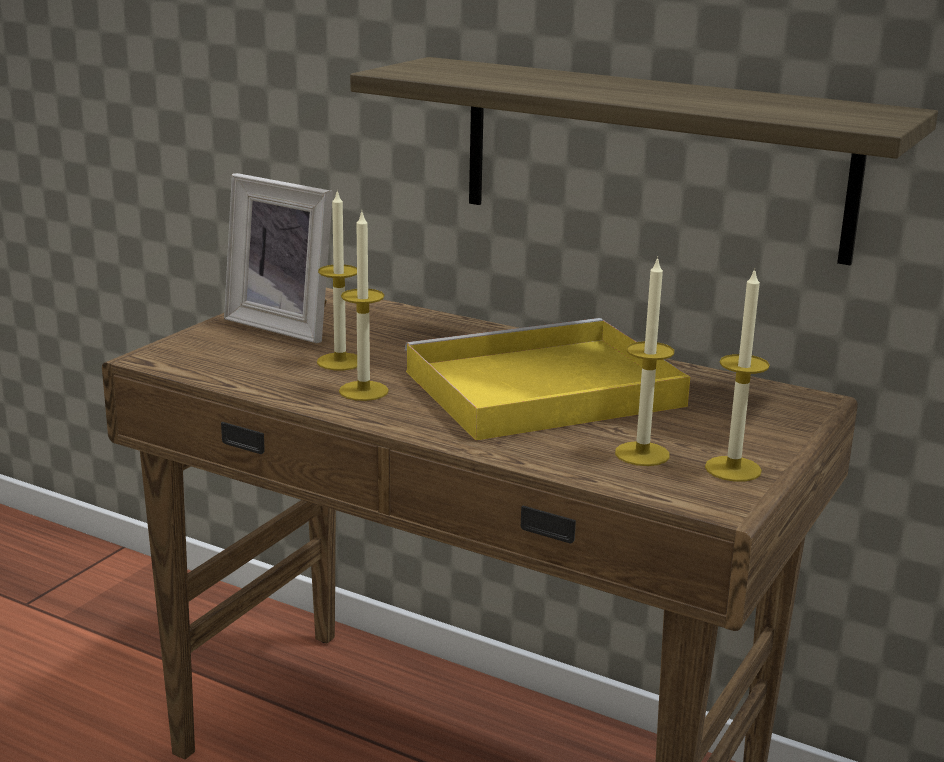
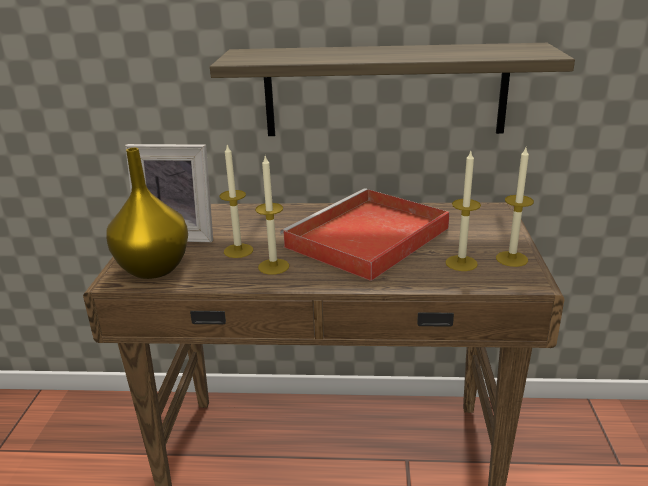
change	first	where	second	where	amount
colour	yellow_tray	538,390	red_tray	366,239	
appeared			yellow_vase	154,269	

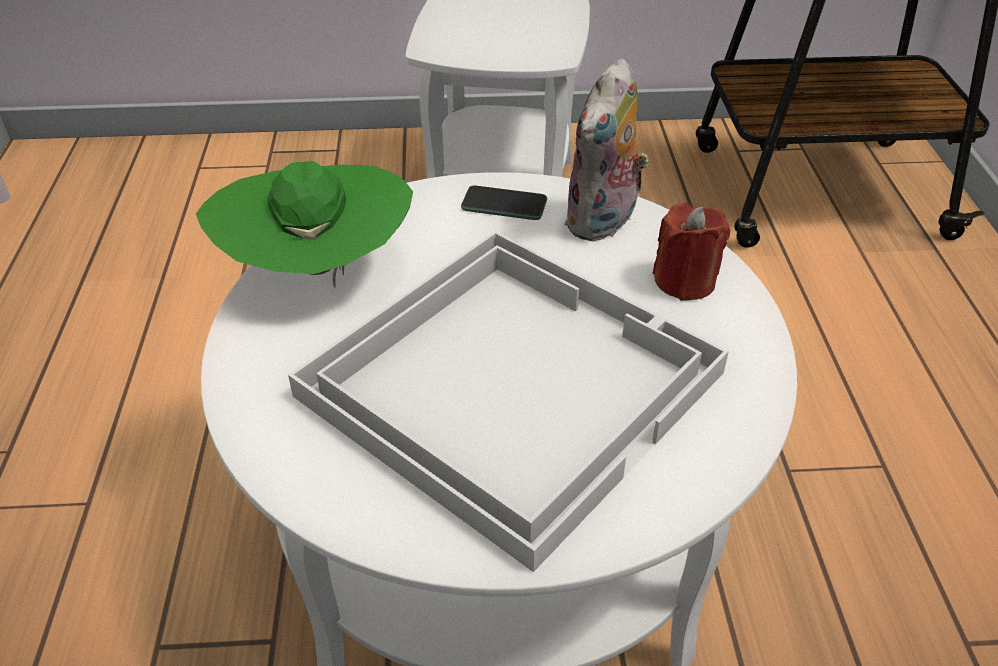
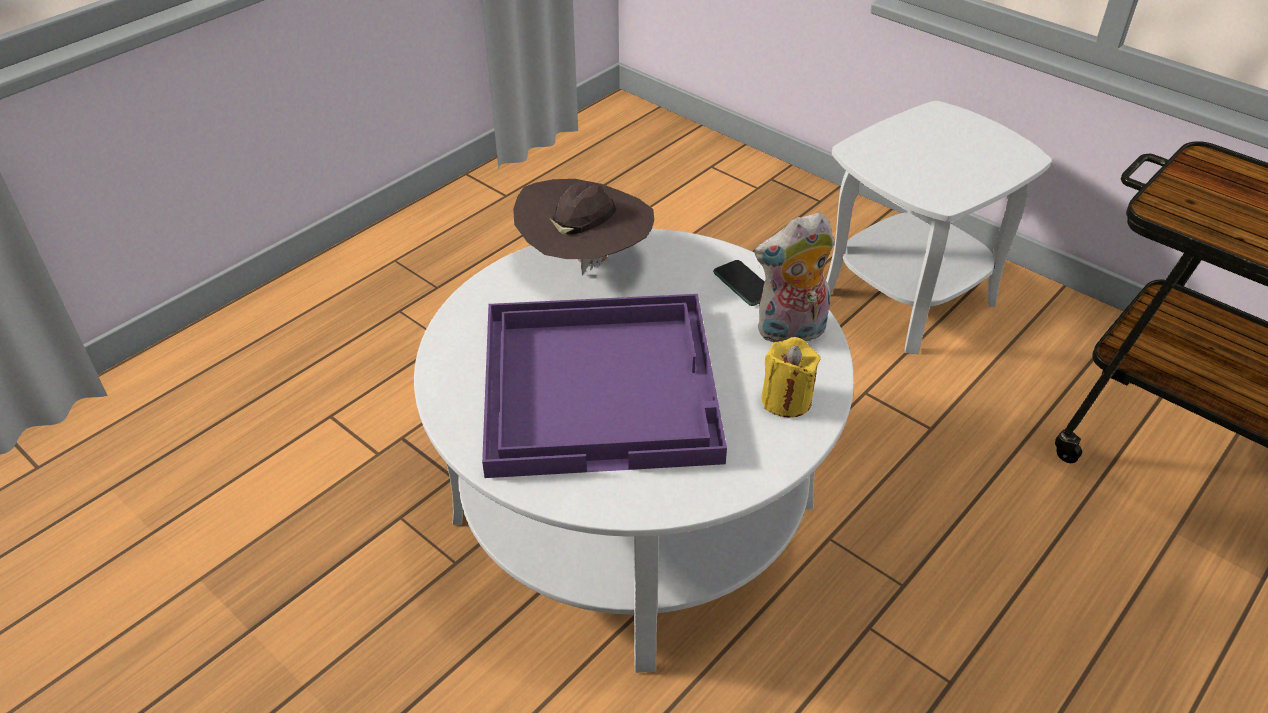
change	first	where	second	where	amount
colour	green_hat	318,272	brown_hat	586,261	
colour	red_candle	685,281	yellow_candle	786,400	
colour	white_tray	510,381	purple_tray	601,385	

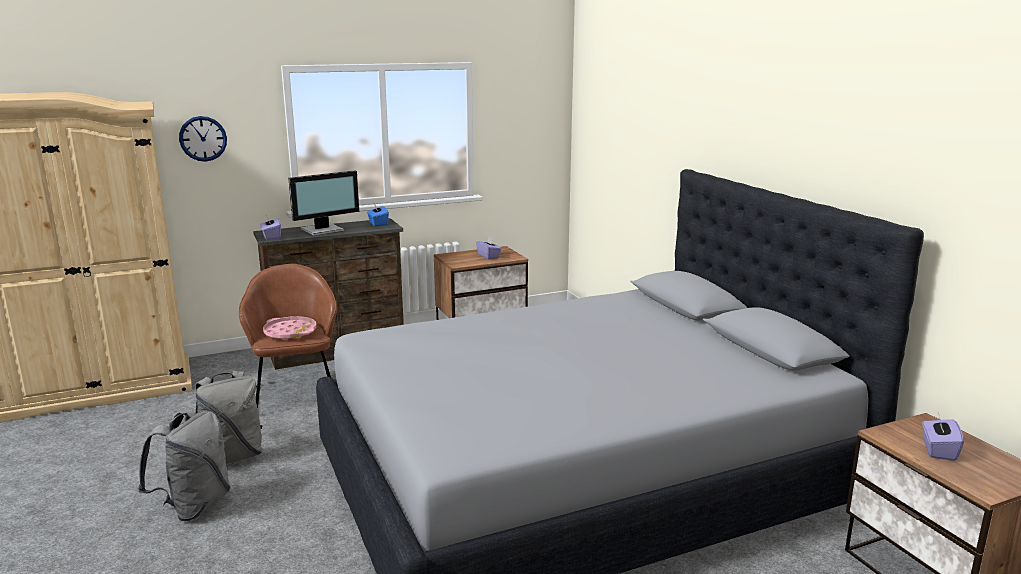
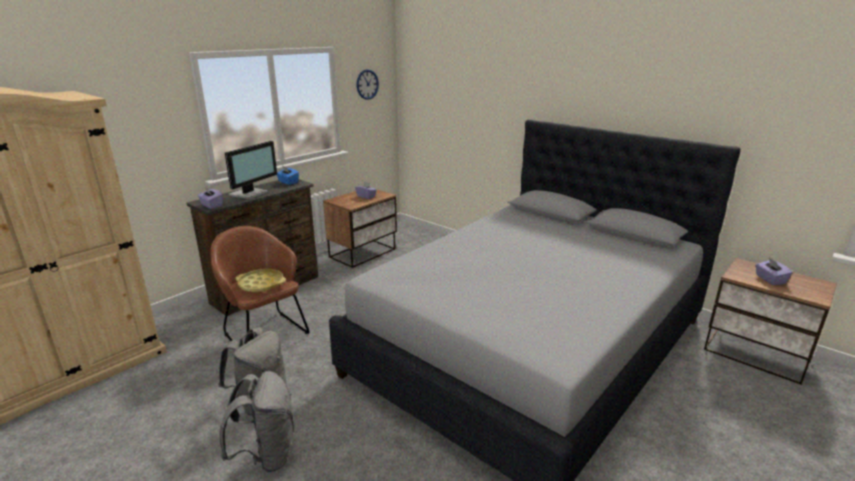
change	first	where	second	where	amount
relocated	wall_clock	203,138		367,84	
colour	pink_tray	290,332	yellow_tray	261,284	

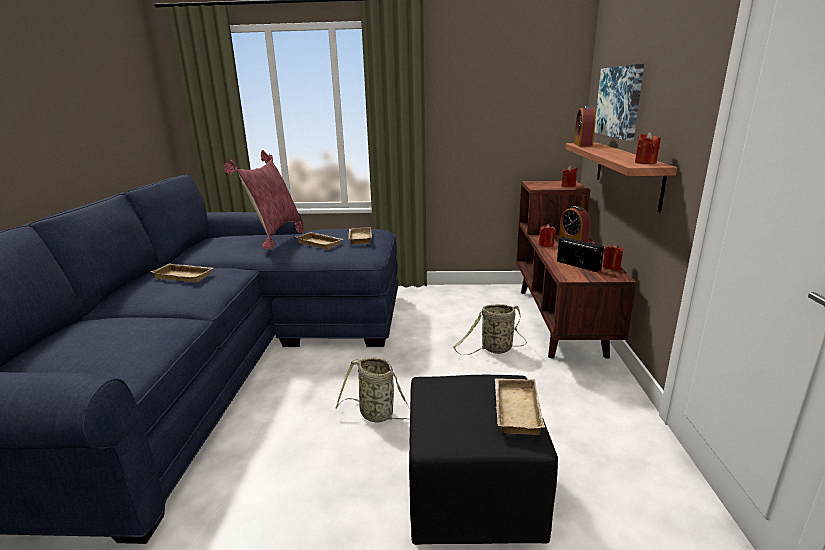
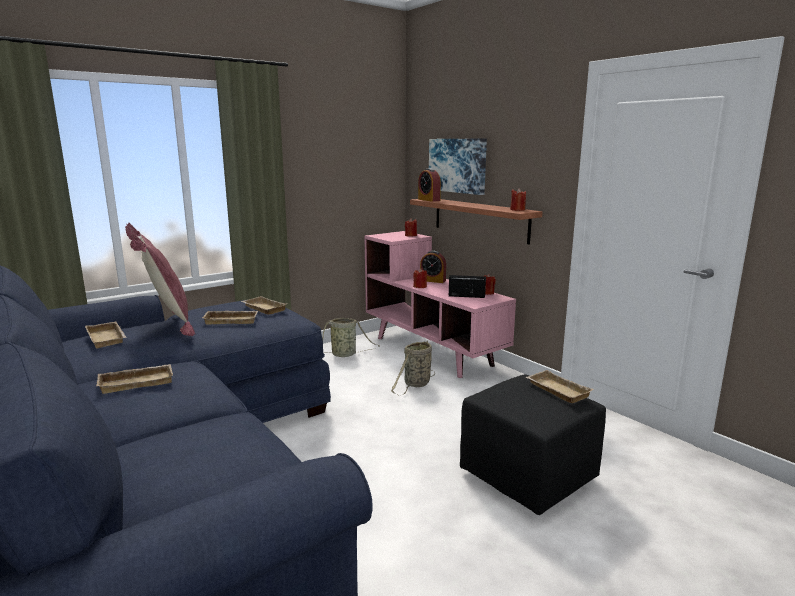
change	first	where	second	where	amount
colour	brown_tv_stand	560,320	pink_tv_stand	433,351	
relocated	basket	379,415		345,354	
appeared			beige_tray	108,338	

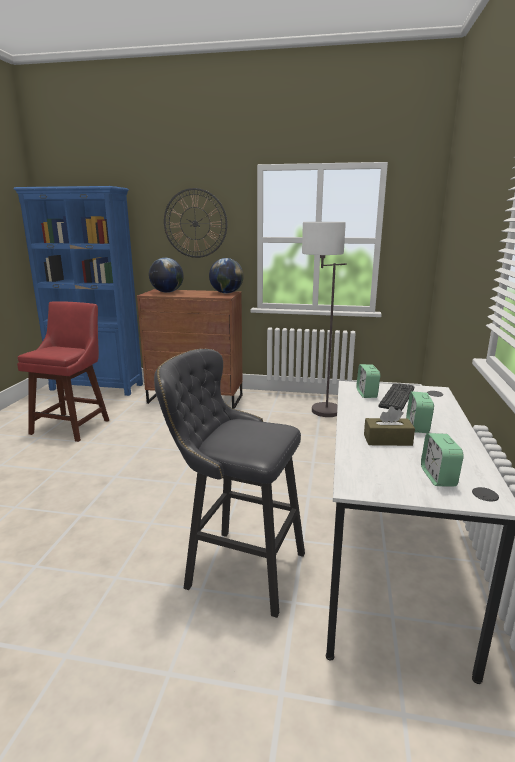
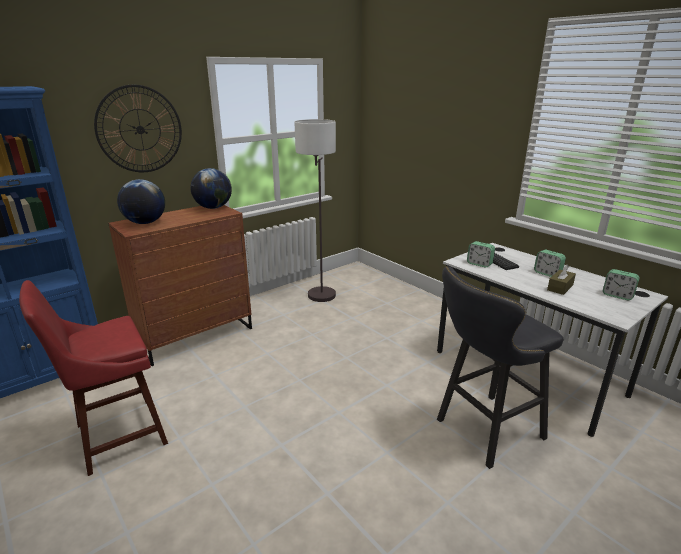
change	first	where	second	where	amount
spun	red_chair	73,425		115,435	90 degrees counterclockwise

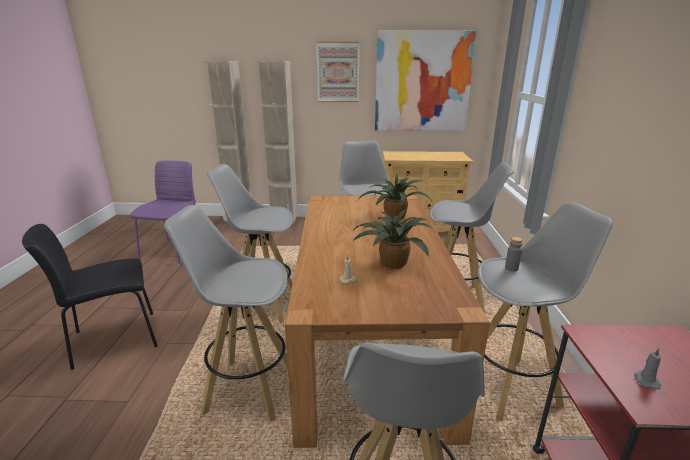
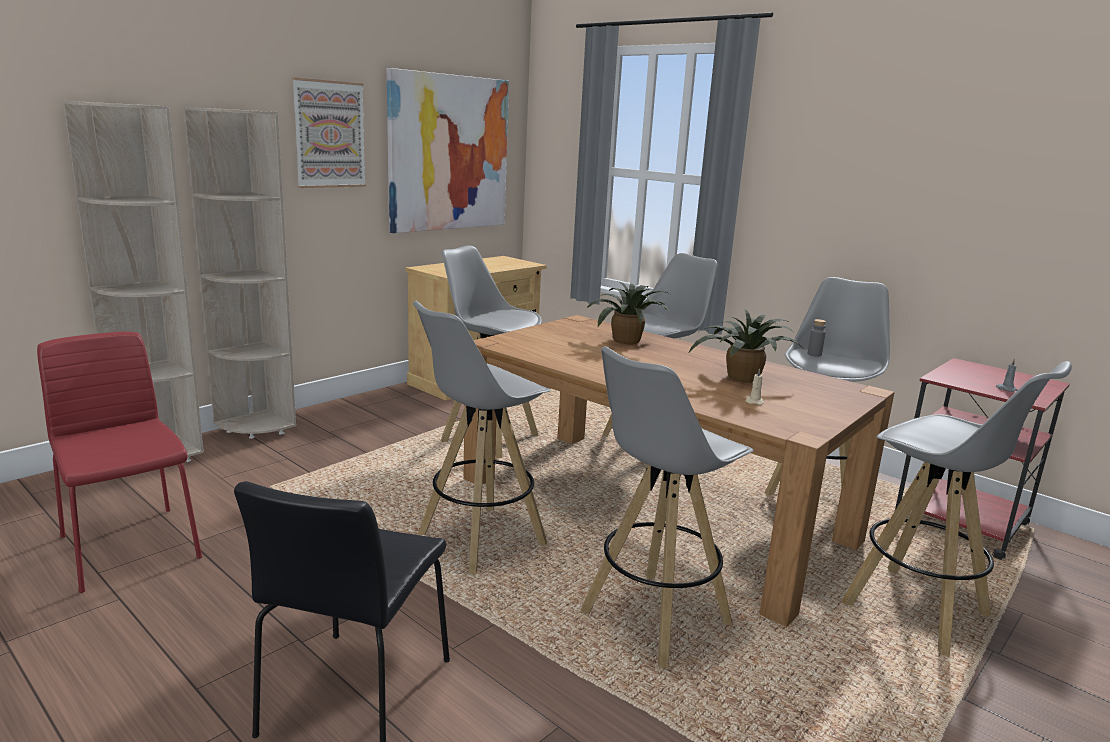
change	first	where	second	where	amount
colour	purple_chair	174,249	red_chair	128,544	

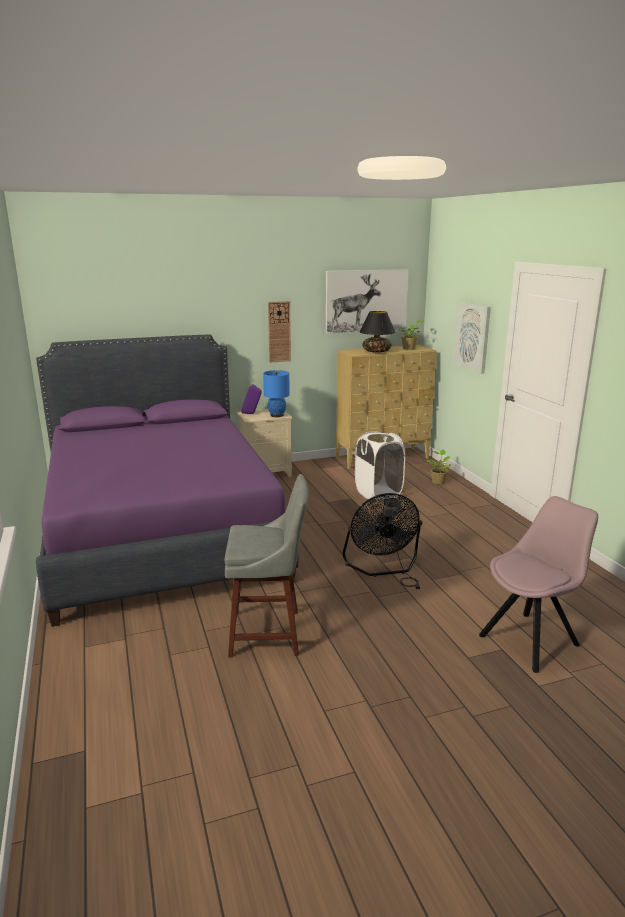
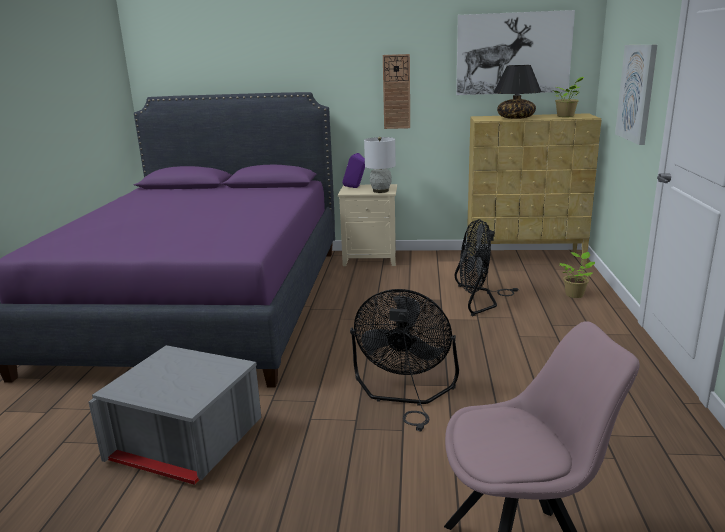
change	first	where	second	where	amount
colour	blue_table_lamp	277,415	white_table_lamp	380,191	
exchanged	white_laundry_basket	378,493	black_fan	480,298	
exchanged	grey_chair	270,633	grey_storage_box	186,444	

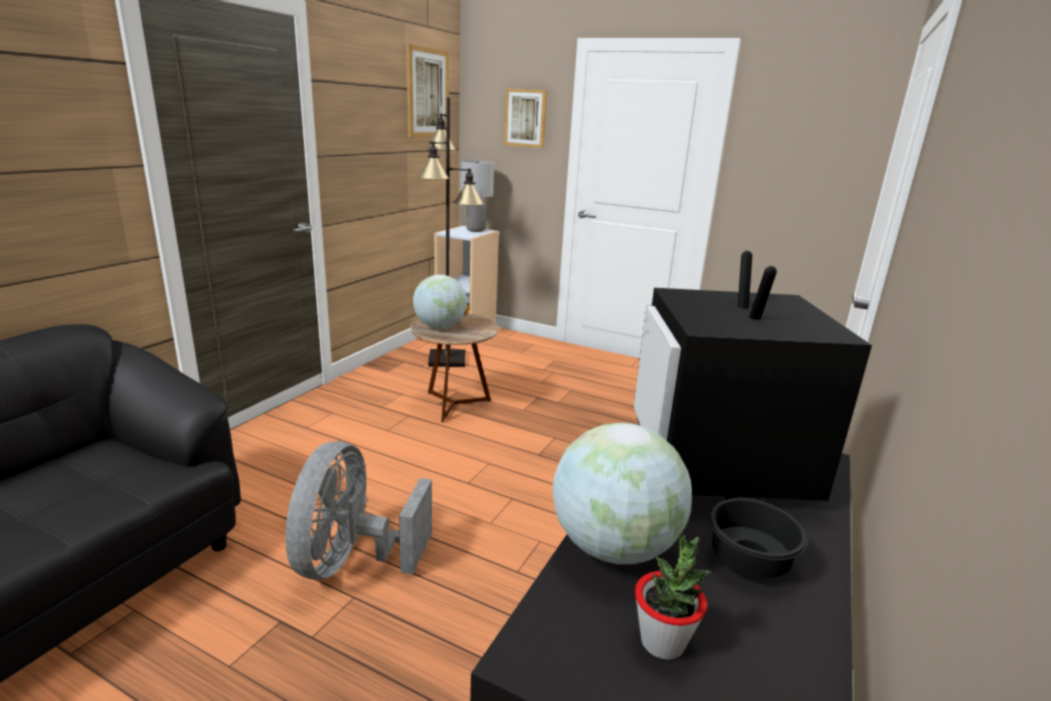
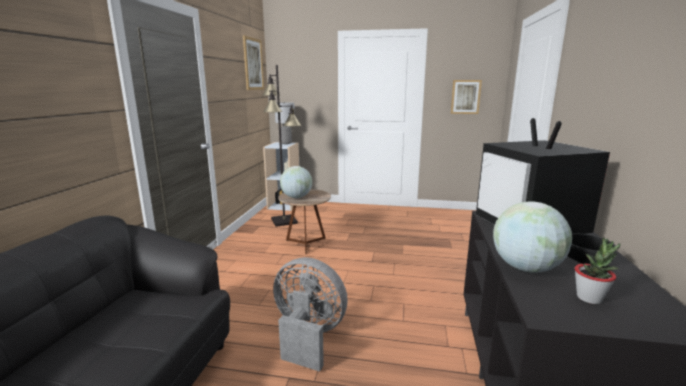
change	first	where	second	where	amount
relocated	picture	525,118		465,97	
spun	grey_fan	352,561		308,336	120 degrees clockwise

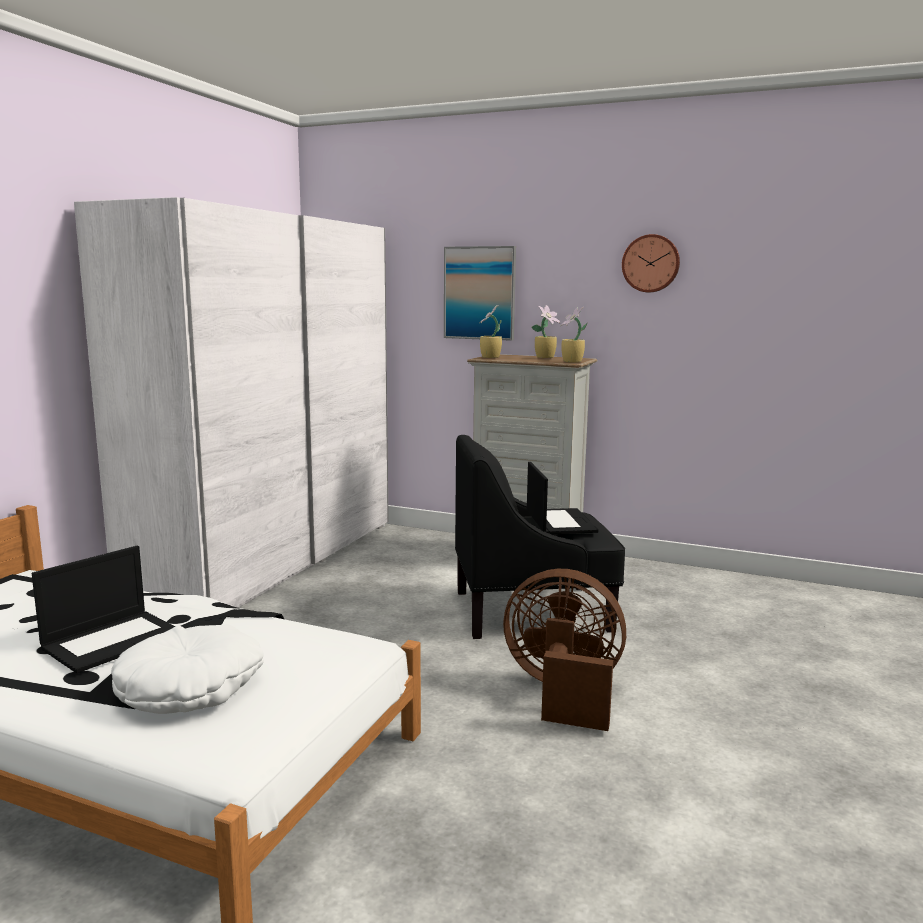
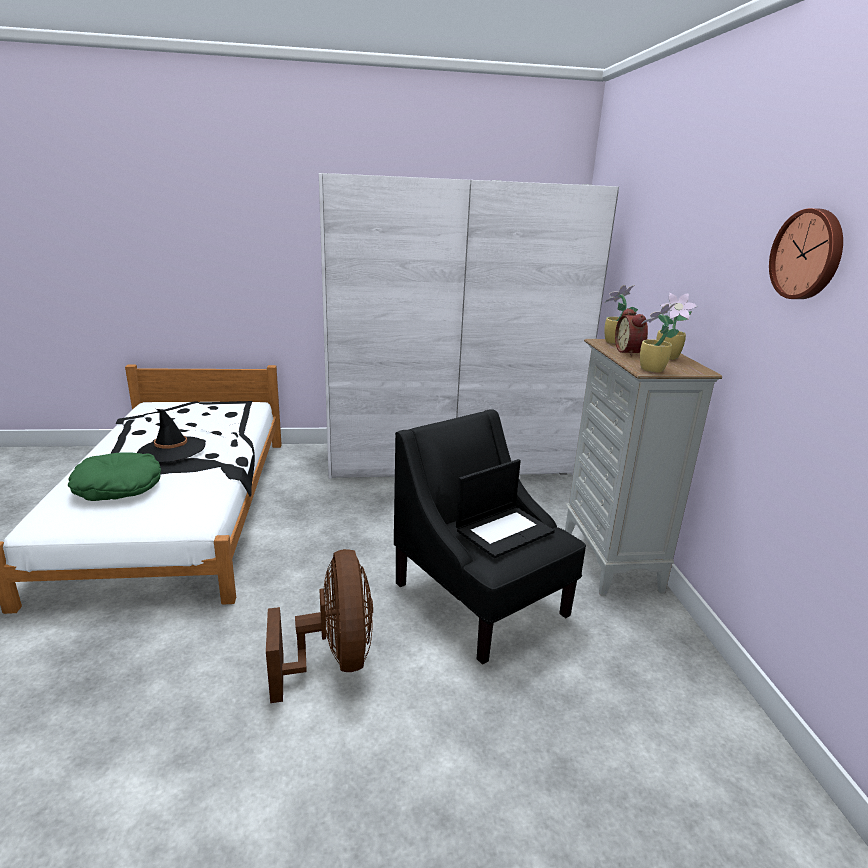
change	first	where	second	where	amount
missing	picture	480,293			
exchanged	laptop	113,640	black_hat	171,450	
colour	white_pillow	187,688	green_pillow	119,487	
appeared			alarm_clock	630,352	

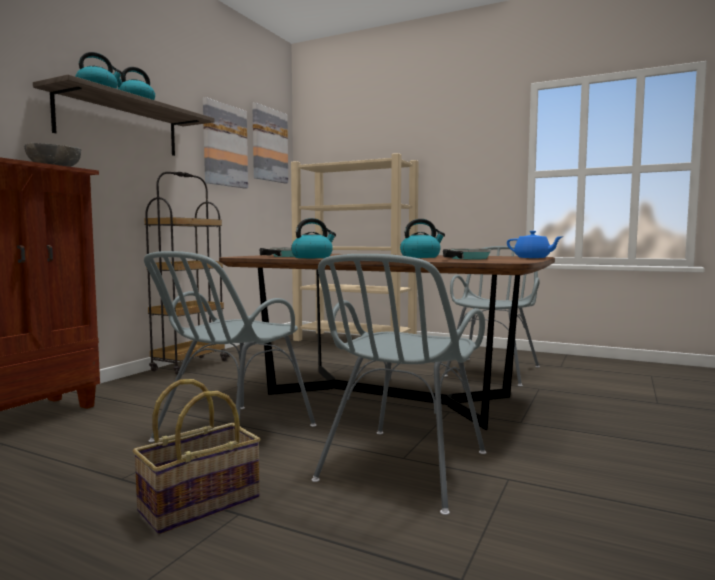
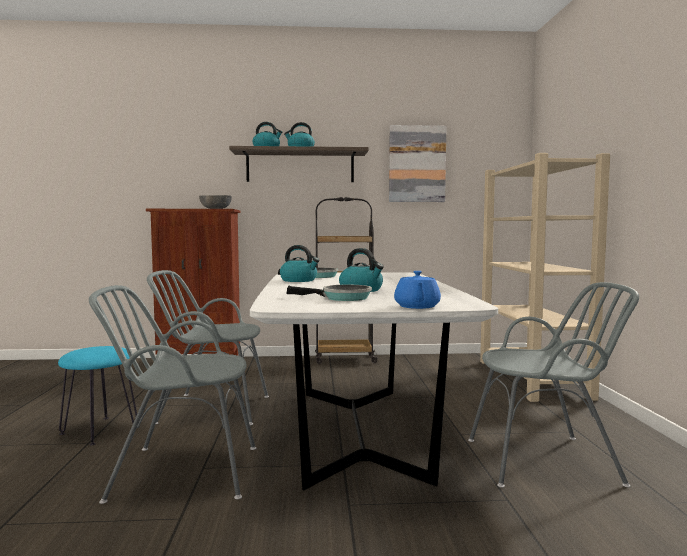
change	first	where	second	where	amount
missing	picture	269,145			
colour	brown_dining_table	387,395	white_dining_table	358,431	
exchanged	basket	199,503	turquoise_stool	100,430	

